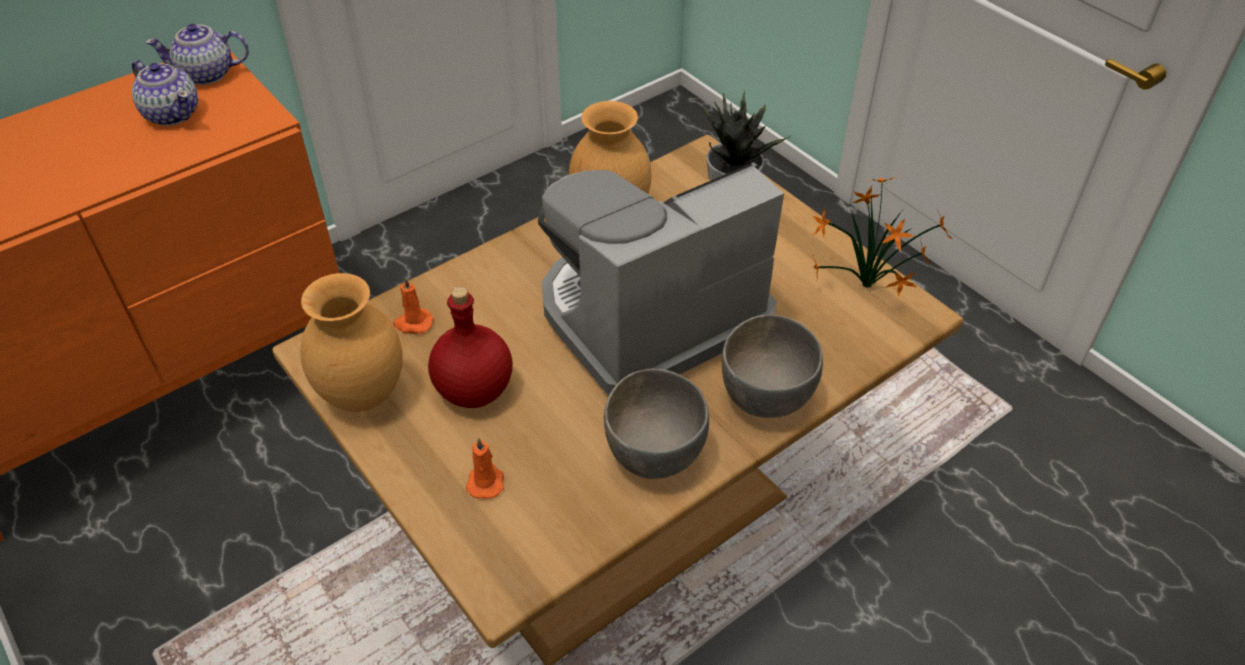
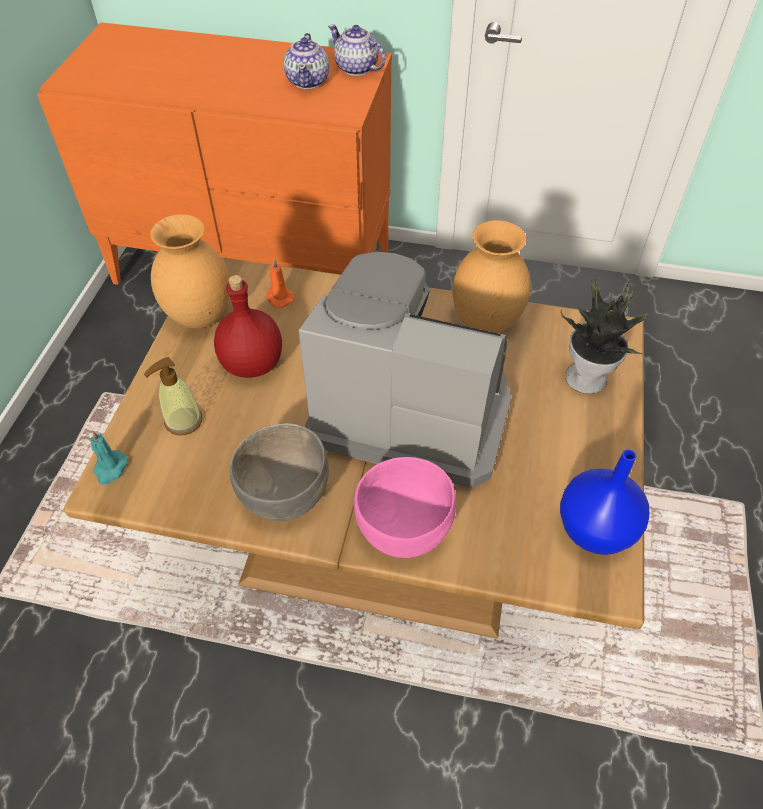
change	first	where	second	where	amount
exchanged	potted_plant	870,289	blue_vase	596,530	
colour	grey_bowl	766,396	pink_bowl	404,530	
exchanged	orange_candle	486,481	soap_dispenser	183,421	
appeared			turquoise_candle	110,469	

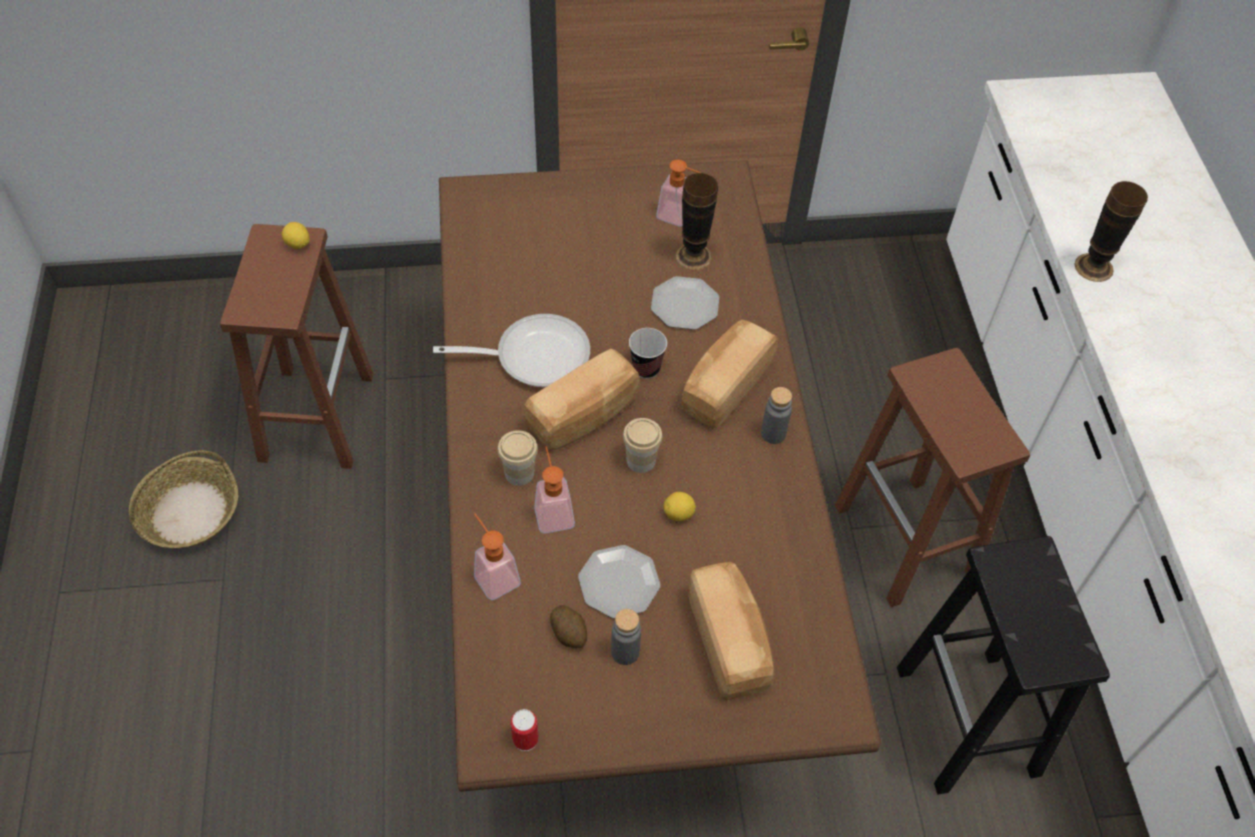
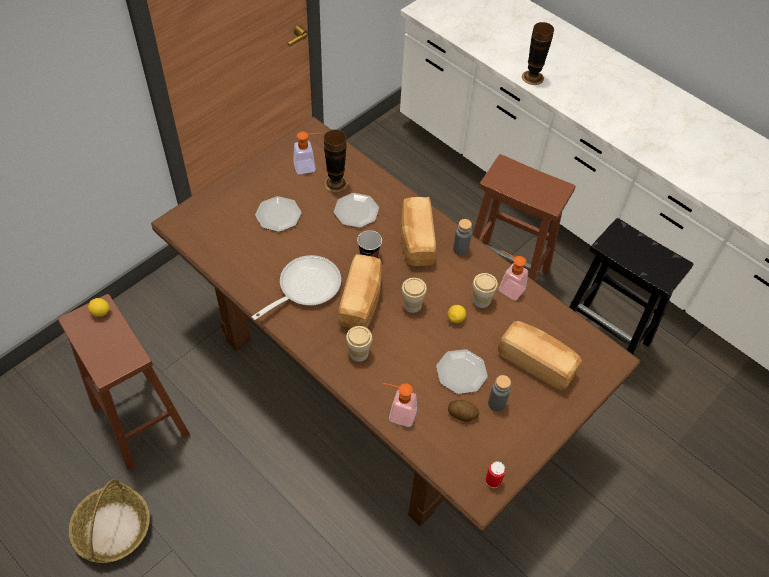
change	first	where	second	where	amount
relocated	soap_dispenser	553,511		507,287	
appeared			plate	278,215	
appeared			cup	481,300	

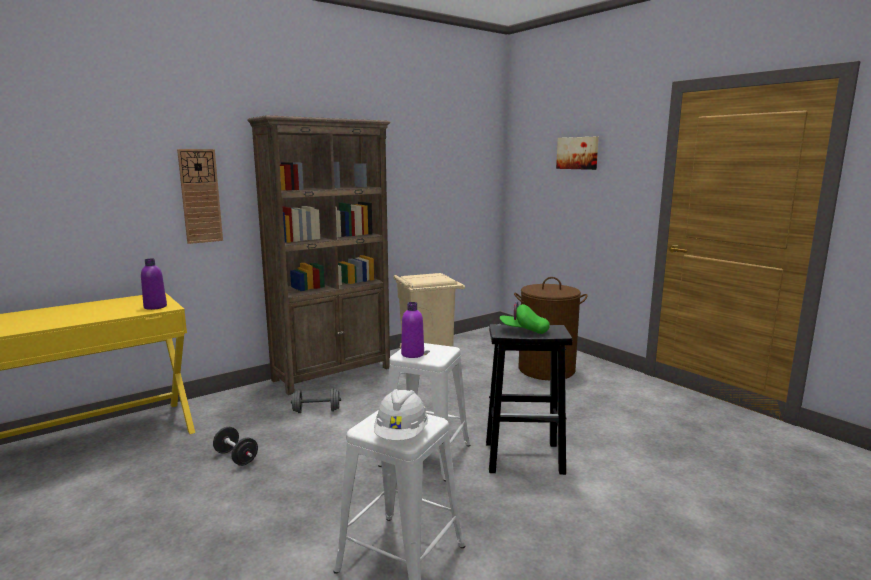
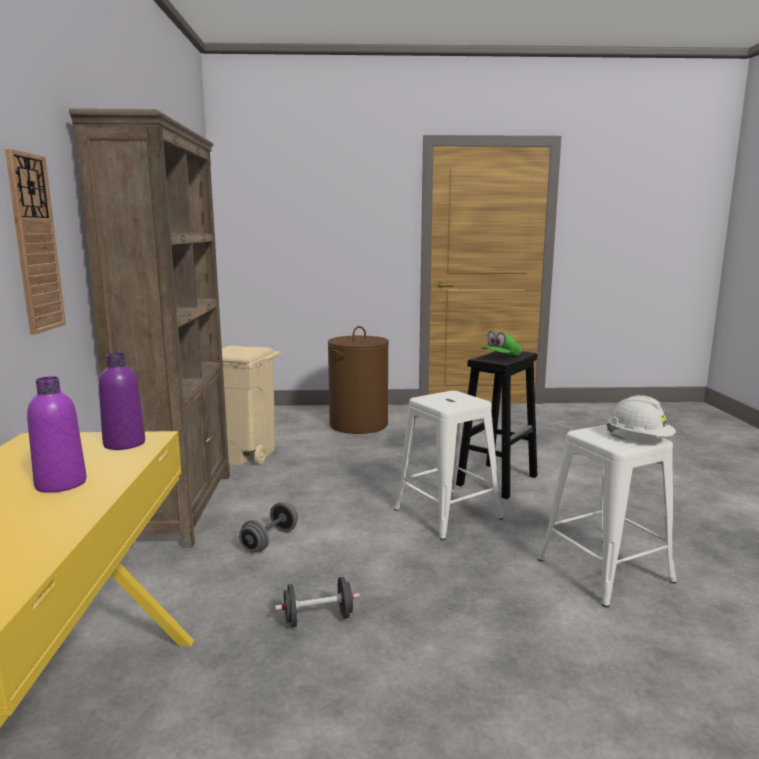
change	first	where	second	where	amount
missing	picture	578,153			
relocated	purple_bottle	412,354		61,484	

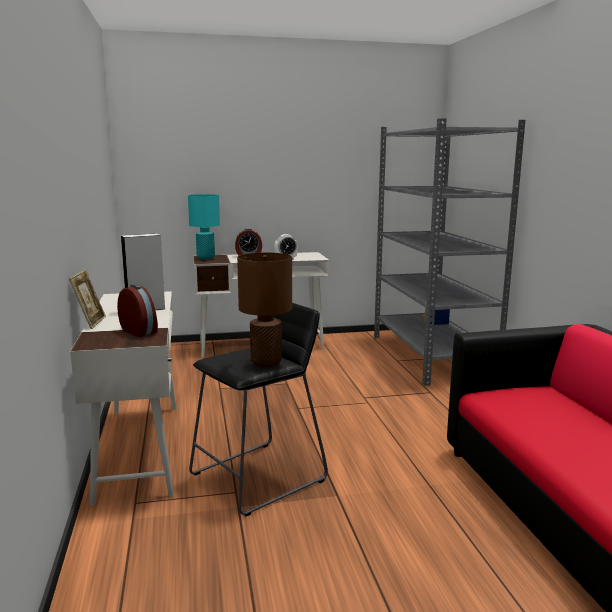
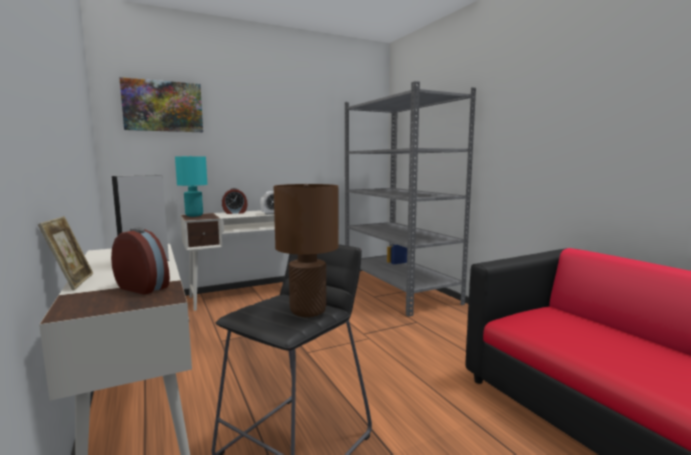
change	first	where	second	where	amount
appeared			picture	163,106	

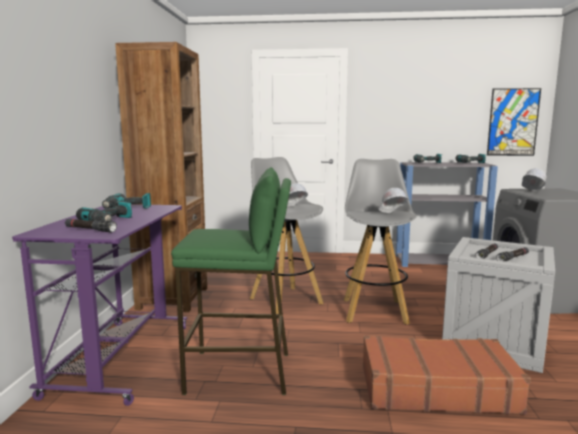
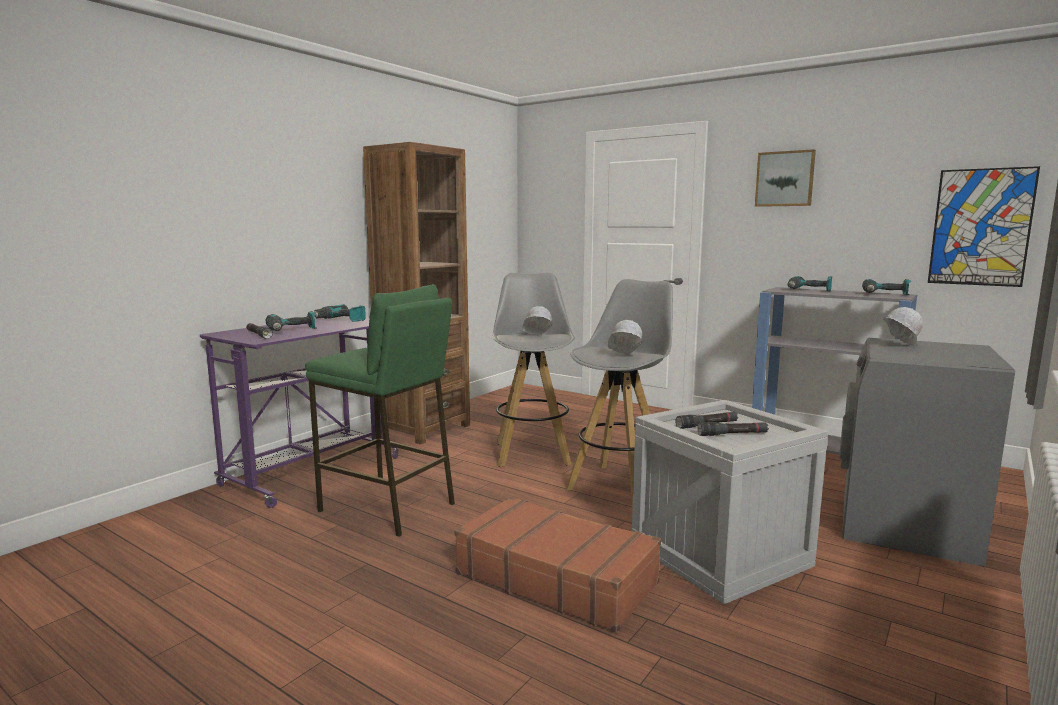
change	first	where	second	where	amount
appeared			picture	785,179	

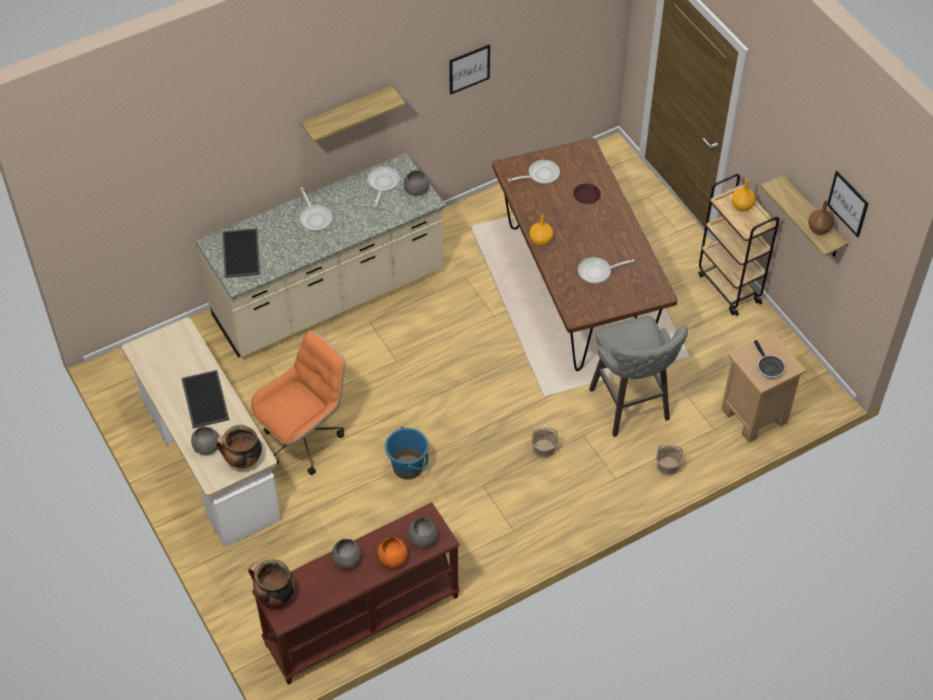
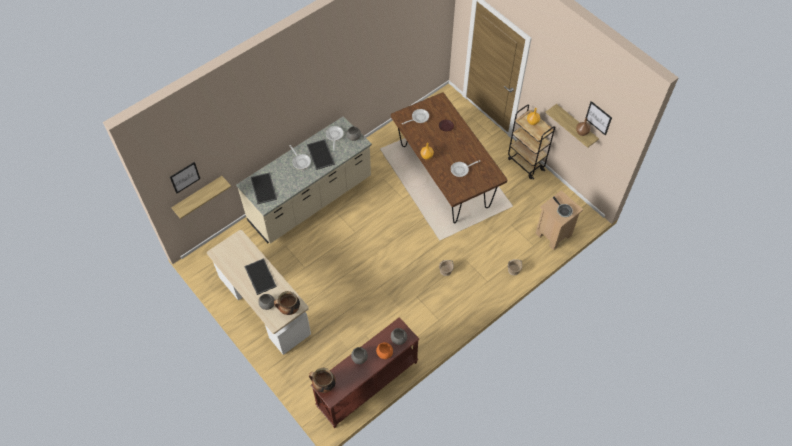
change	first	where	second	where	amount
relocated	picture	469,69		185,177	
relocated	shelf	347,114		198,196	
missing	grey_stool	631,407			
missing	orange_office_chair	305,440			
missing	blue_bucket	408,467			
appeared			tray	321,154	

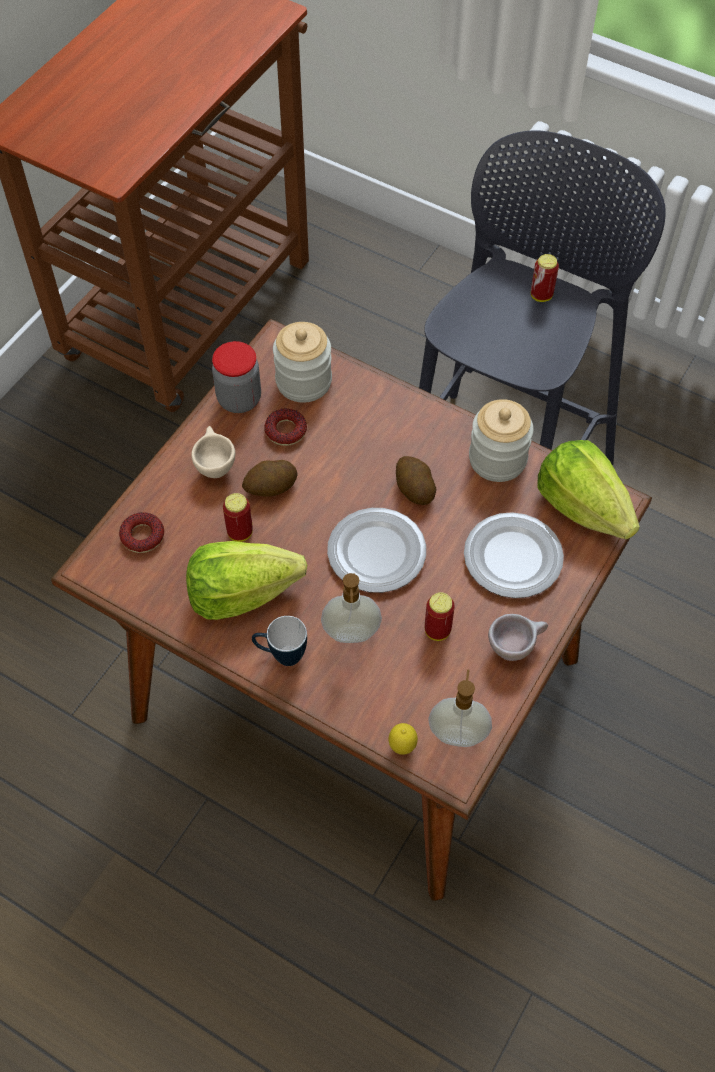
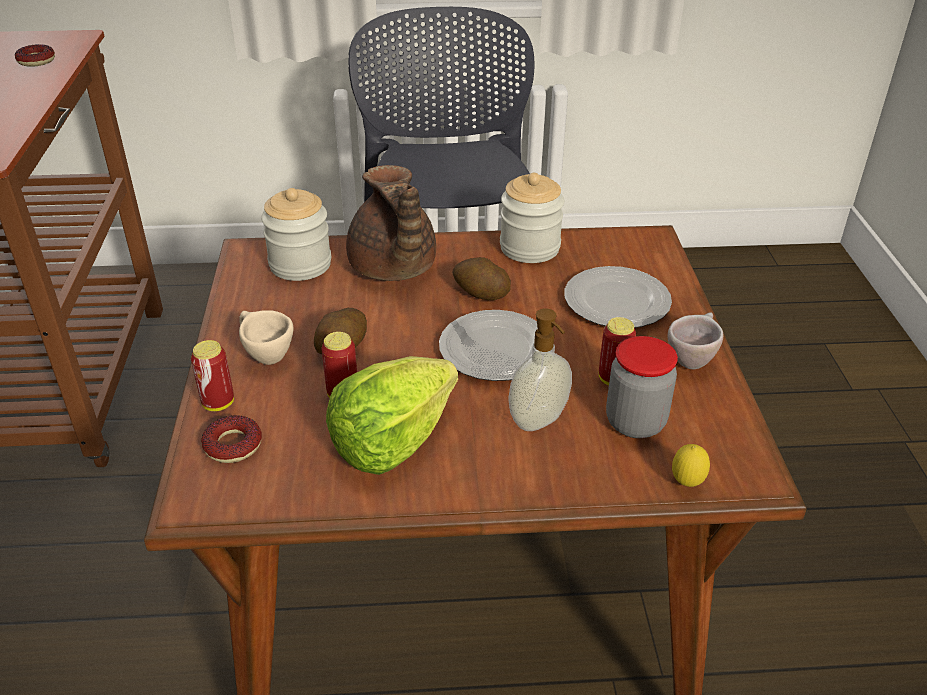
change	first	where	second	where	amount
relocated	can	541,295		218,403	
relocated	jar	239,399		635,422	
relocated	donut	285,431		36,61	
missing	lettuce	583,507			
missing	mug	281,655			
missing	soap_dispenser	458,734			
appeared			brown_teapot	393,269	

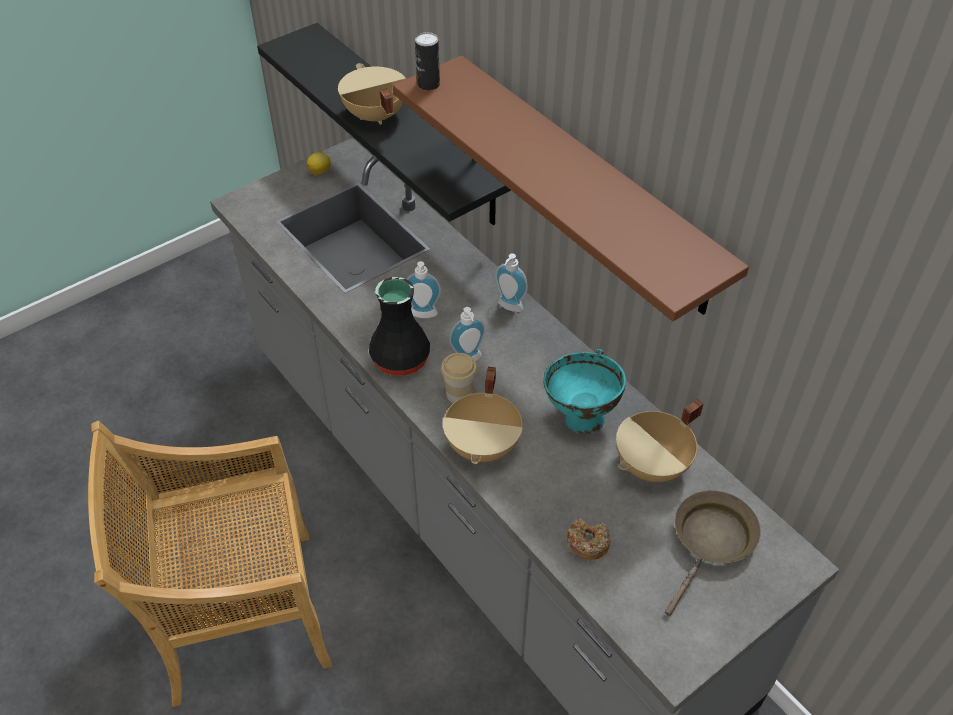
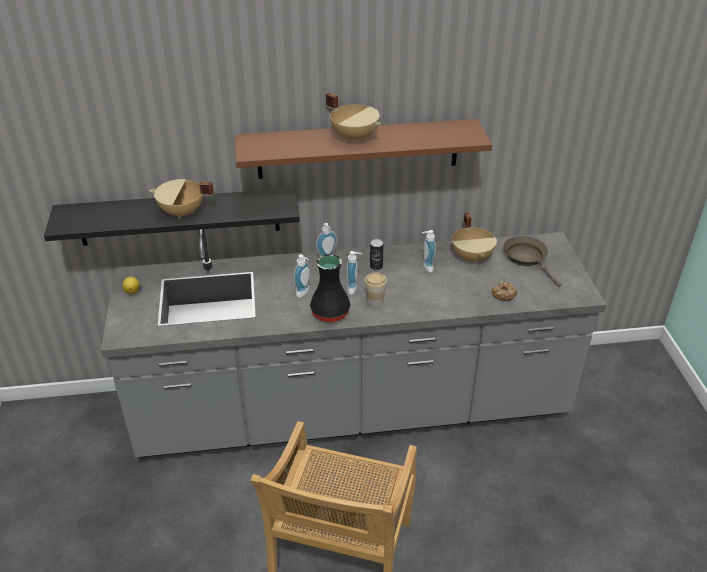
change	first	where	second	where	amount
relocated	can	428,84		376,266	
exchanged	turquoise_bowl	580,419	soap_dispenser	426,267	
relocated	beige_cooking_pot	484,446		354,137	

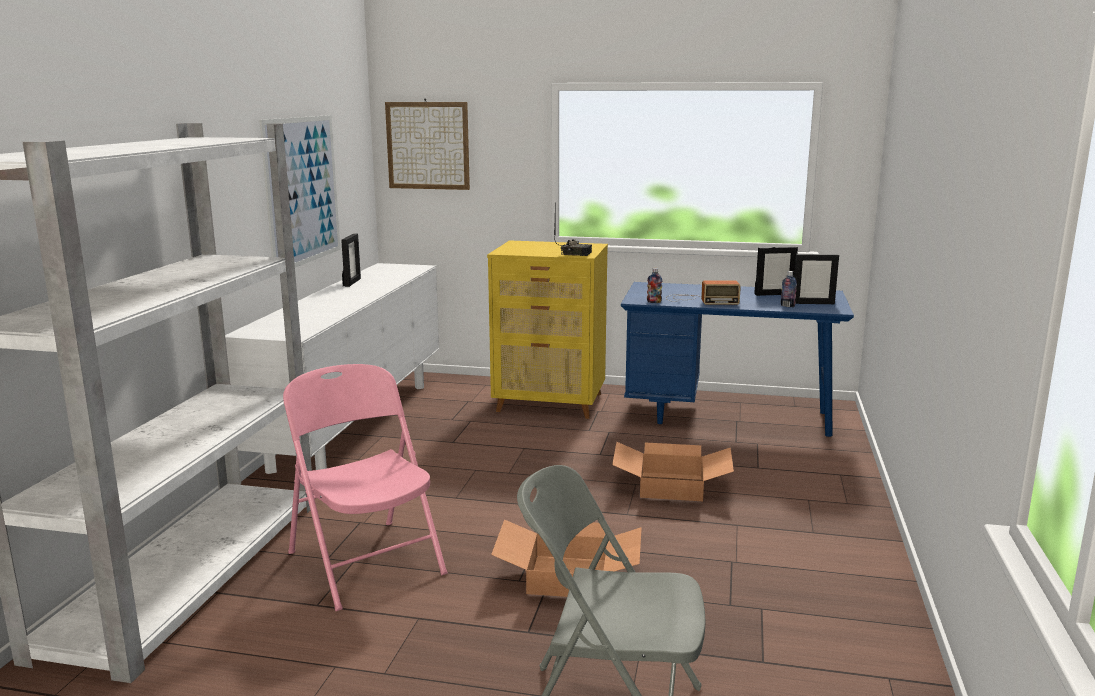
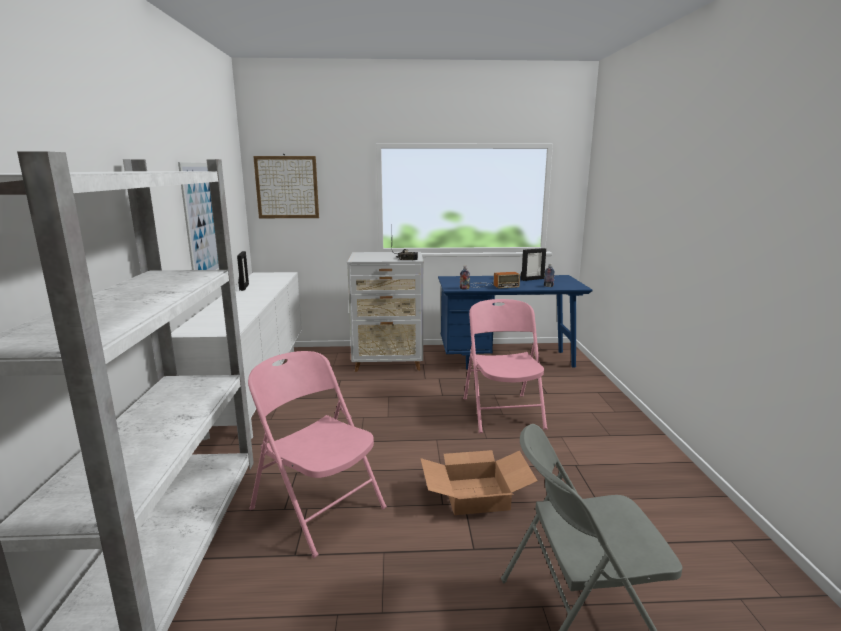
change	first	where	second	where	amount
colour	yellow_dresser	550,403	white_dresser	388,361	
missing	picture_frame	813,303			
exchanged	cardboard_box	672,486	pink_chair	503,413	

